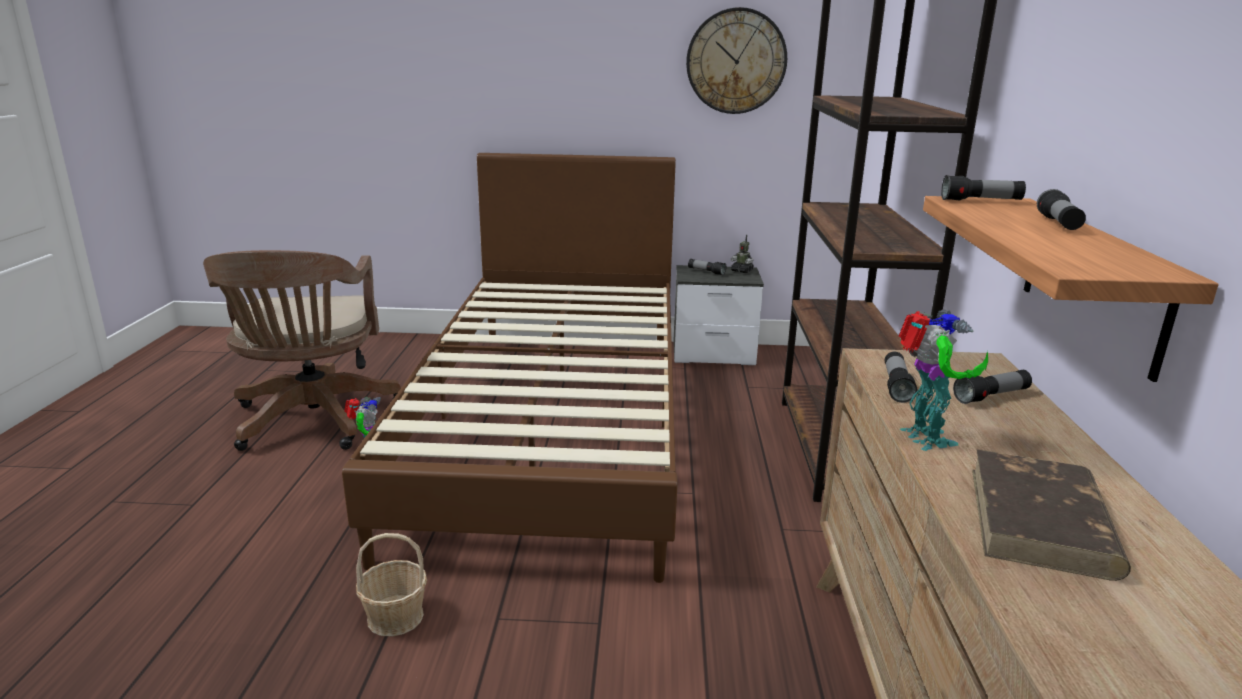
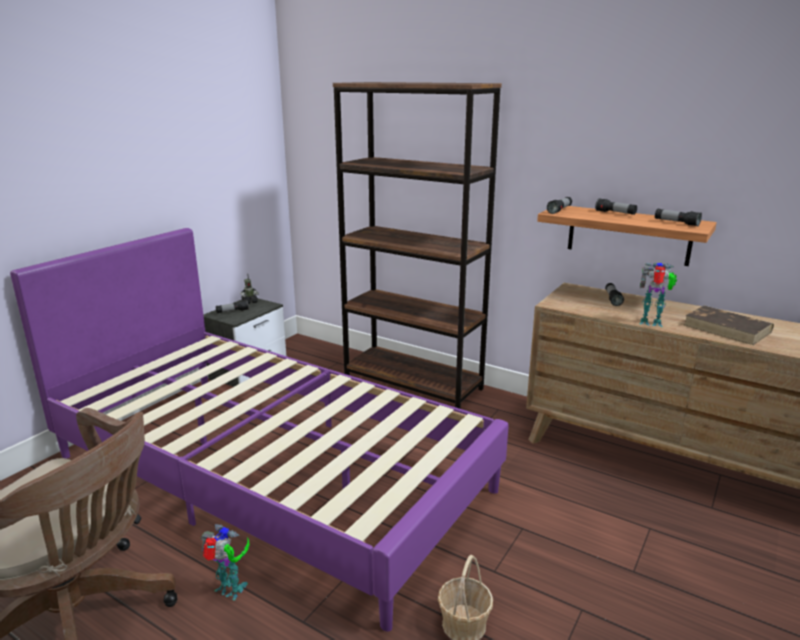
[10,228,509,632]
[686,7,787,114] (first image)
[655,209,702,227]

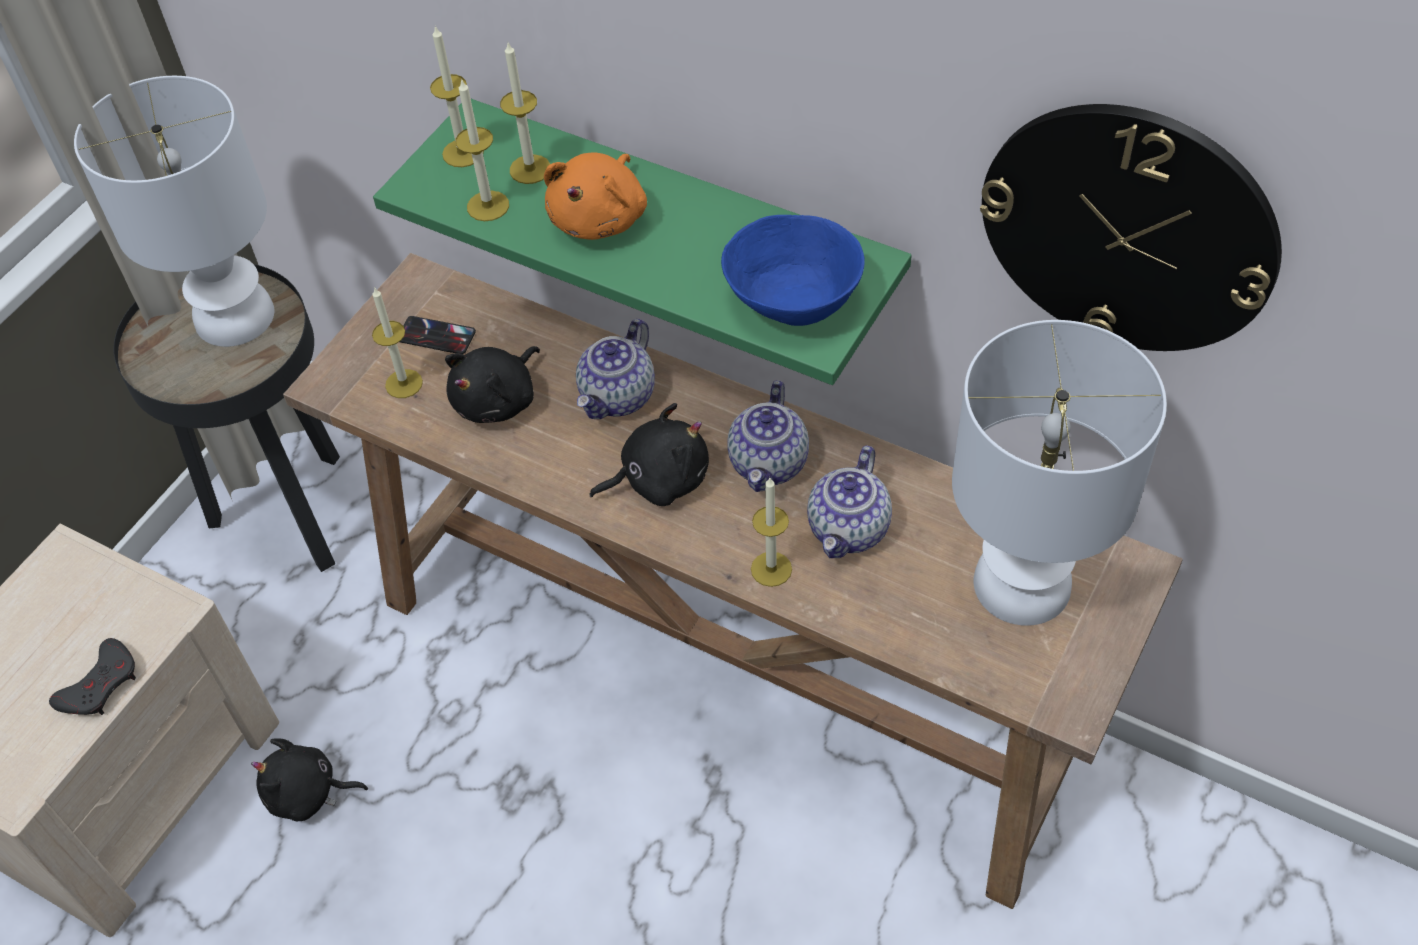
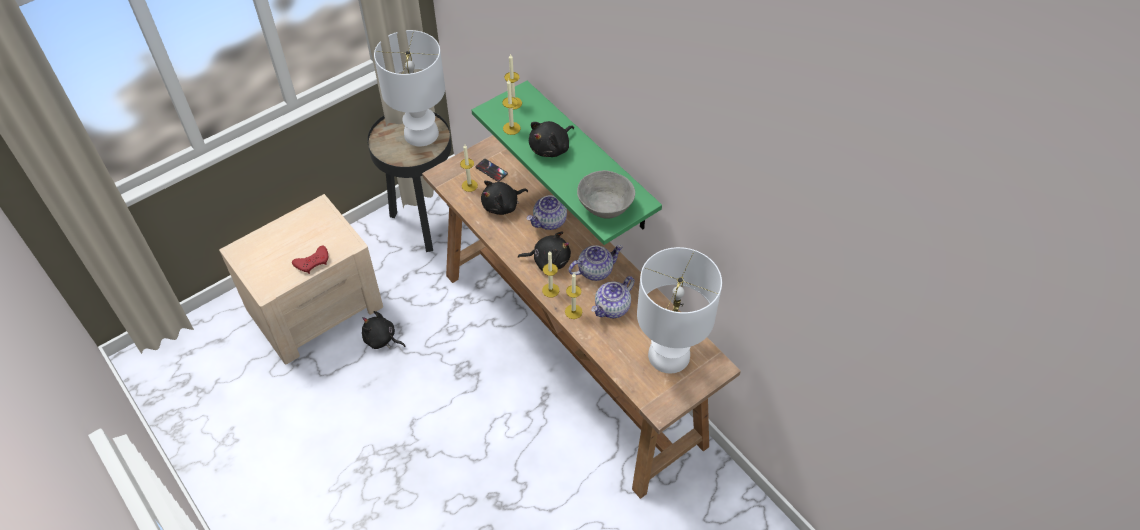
[292,246,328,274]
[542,251,559,298]
[529,121,574,157]
[577,170,635,219]
[569,245,623,281]
[980,104,1282,351] (first image)

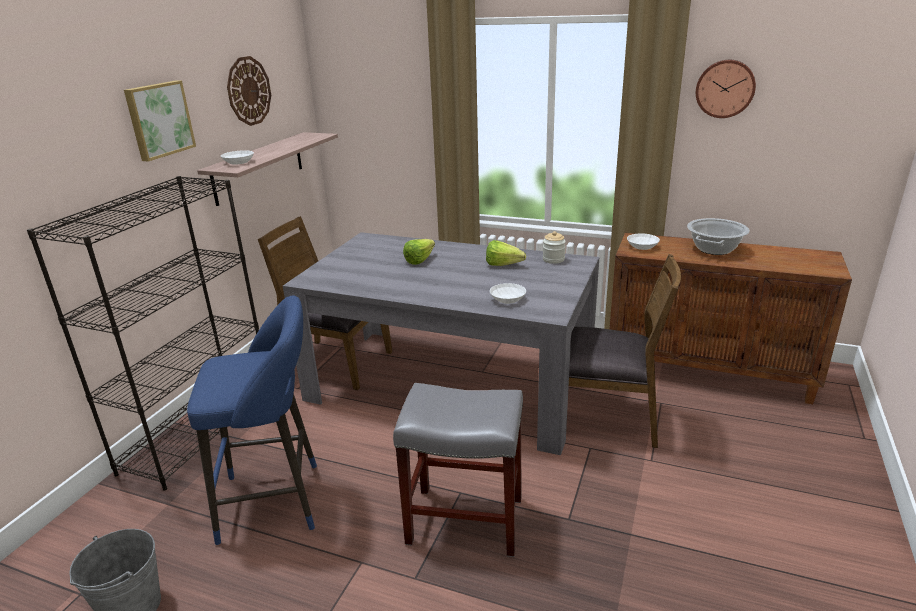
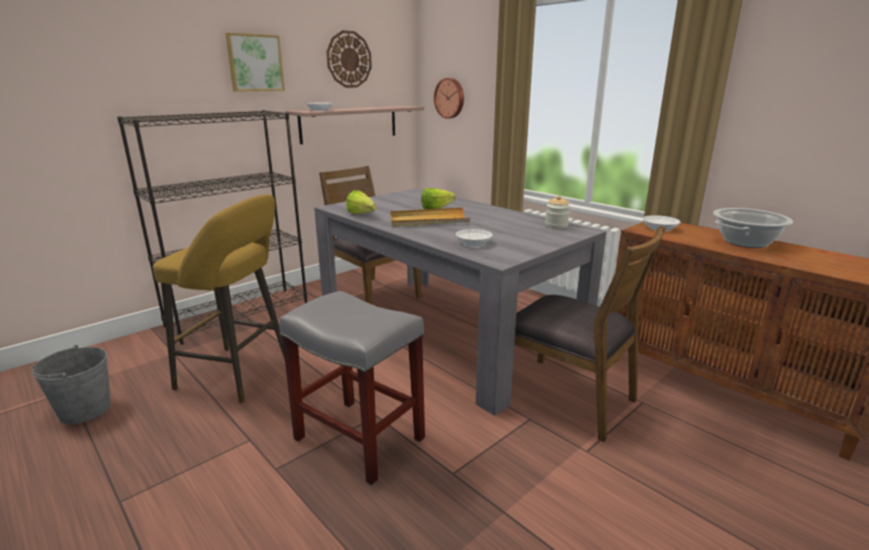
[153,194,285,403]
[346,190,376,214]
[434,78,464,119]
[390,207,470,227]

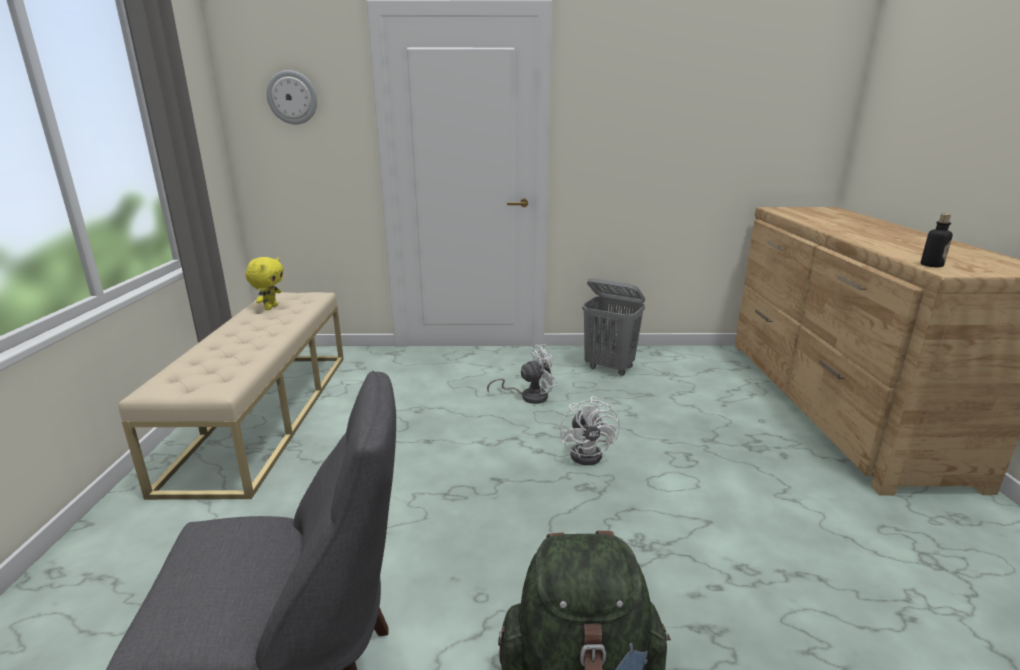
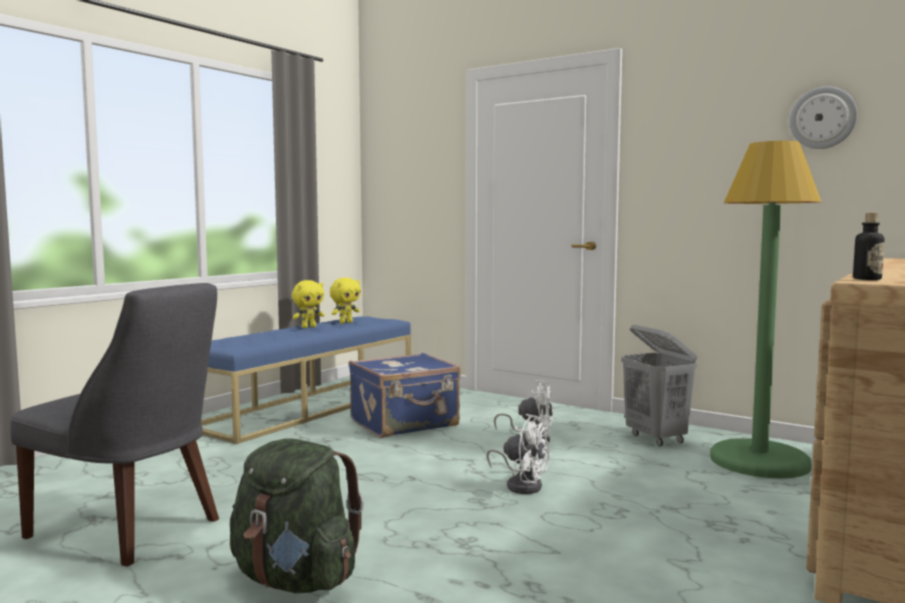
[201,317,411,444]
[789,86,857,149]
[486,414,550,494]
[292,280,324,328]
[349,353,460,438]
[710,141,821,478]

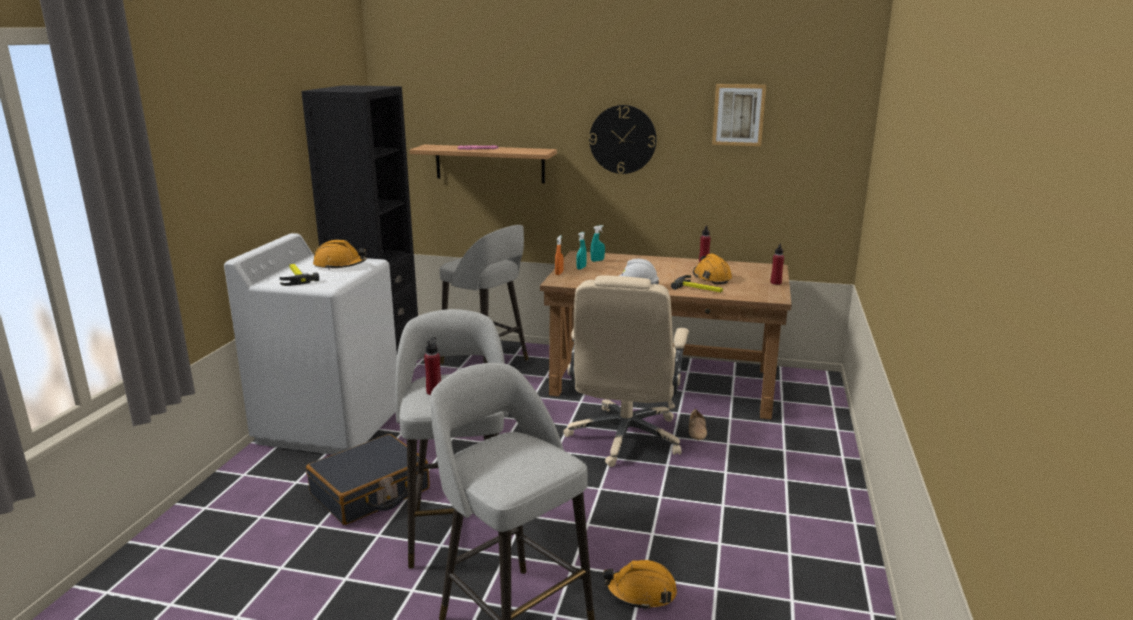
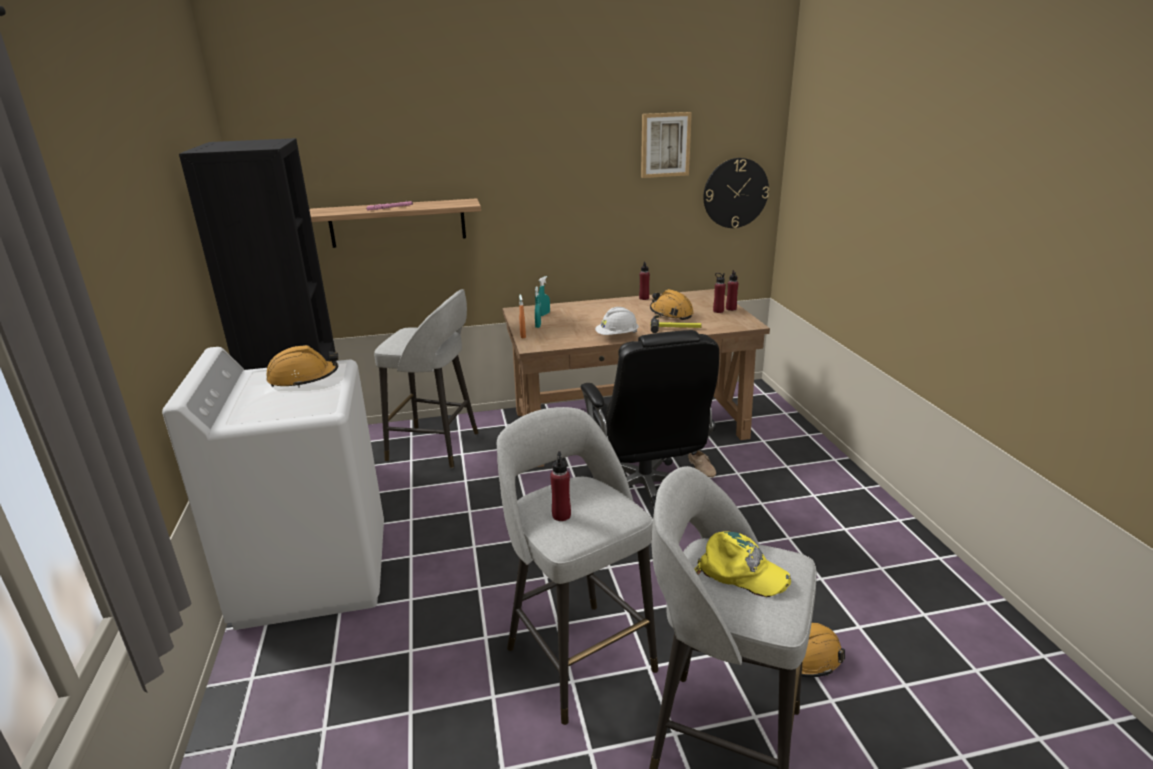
[280,264,319,286] (first image)
[306,434,430,525] (first image)
[581,330,719,508]
[703,158,769,228]
[695,531,791,597]
[713,273,726,313]

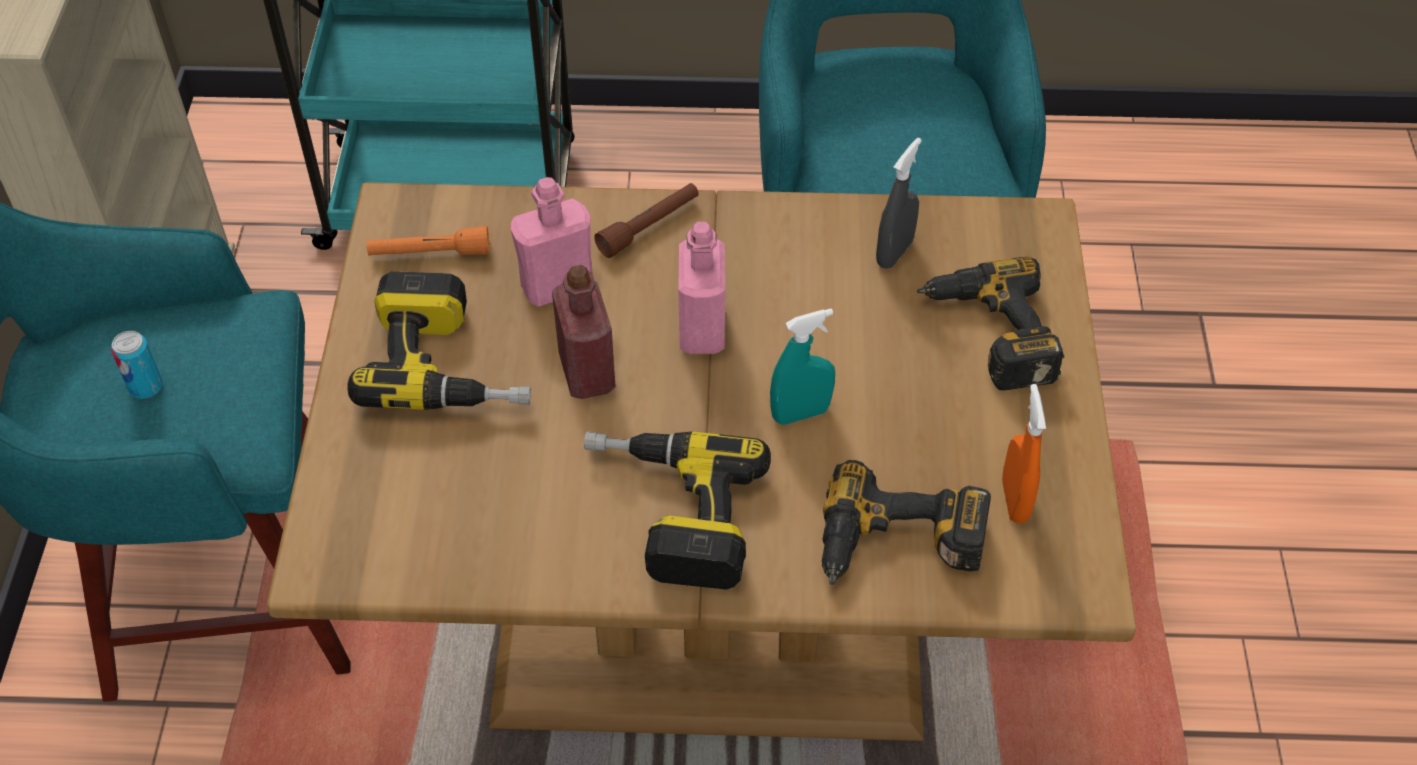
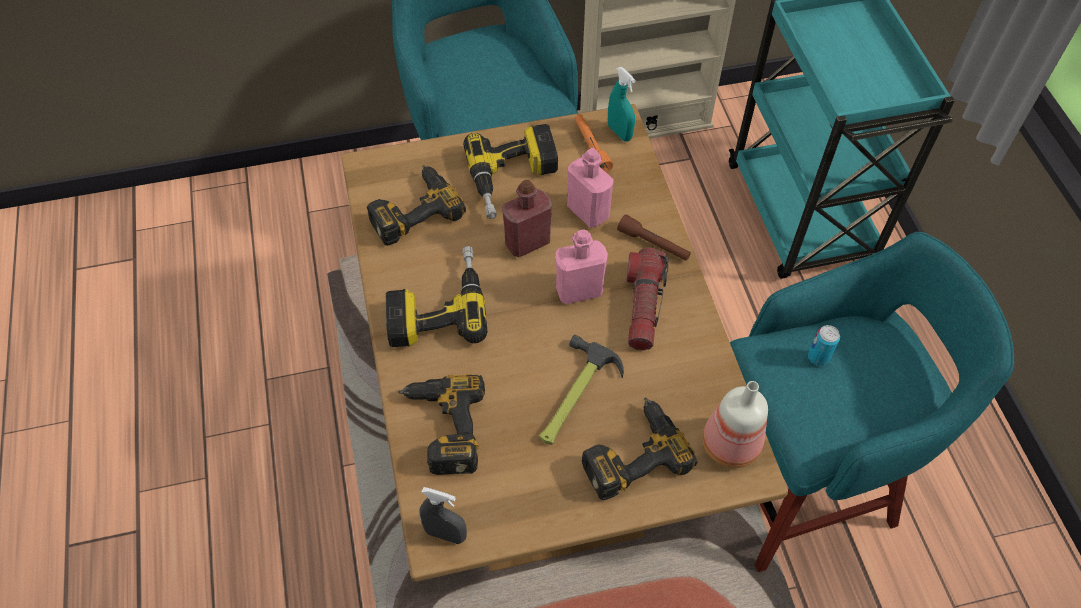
[808,325,840,366]
[608,67,636,141]
[419,487,467,544]
[1002,384,1046,524] (first image)
[367,165,466,246]
[539,335,624,445]
[626,248,669,350]
[702,381,768,468]

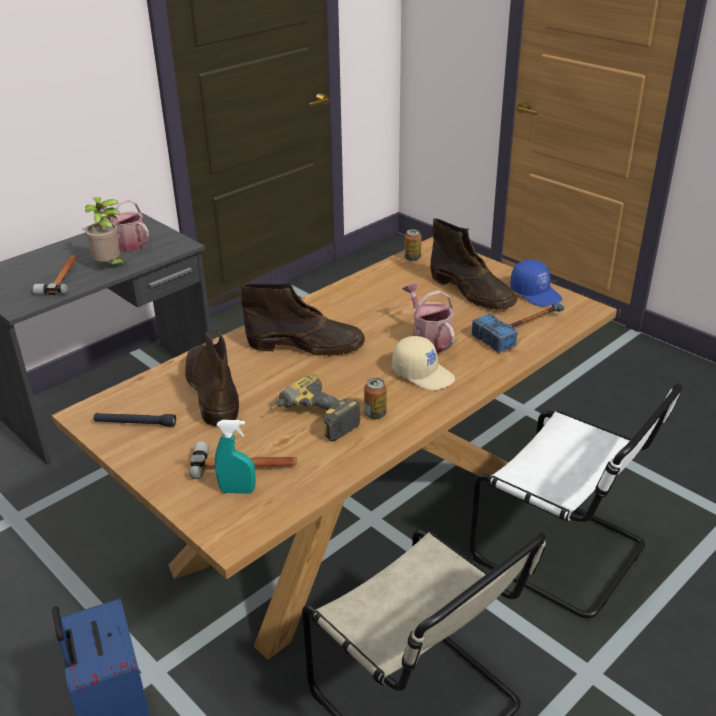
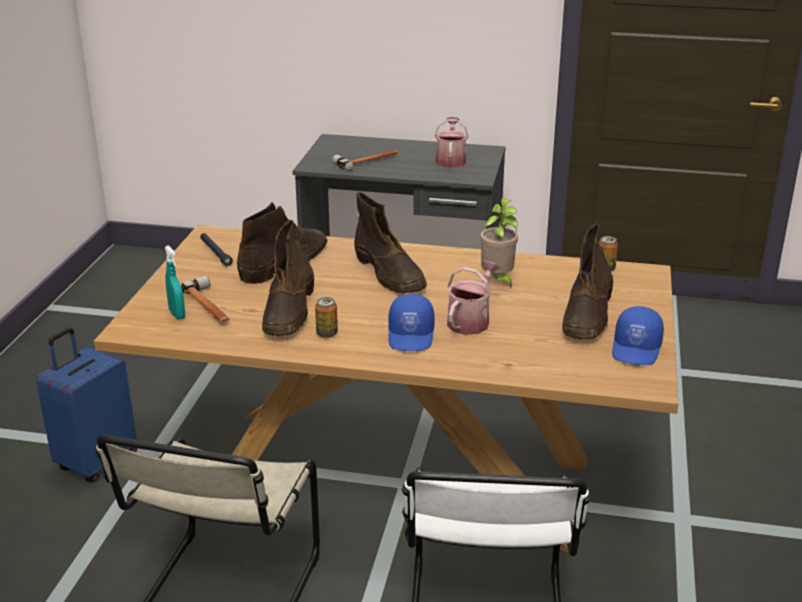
[480,198,519,287]
[262,220,314,336]
[388,294,435,351]
[472,302,564,353] (first image)

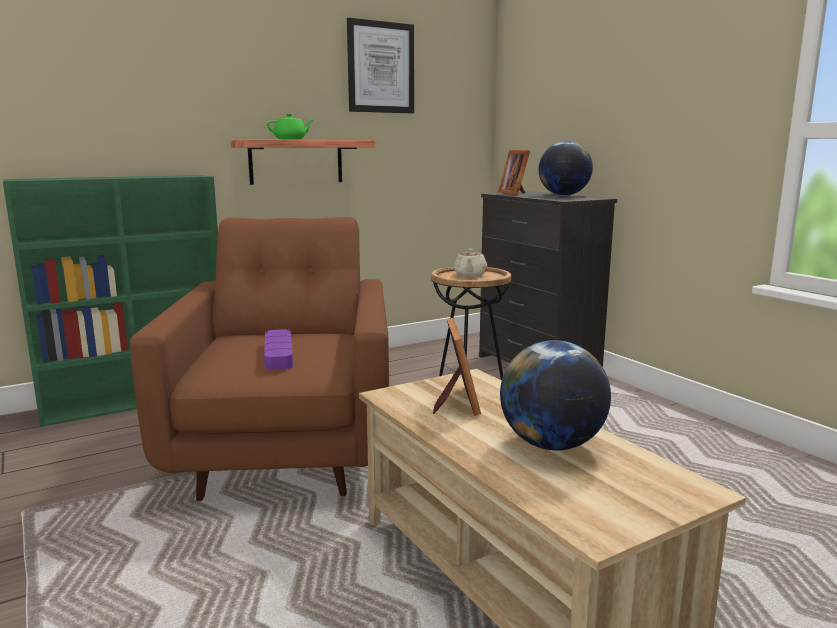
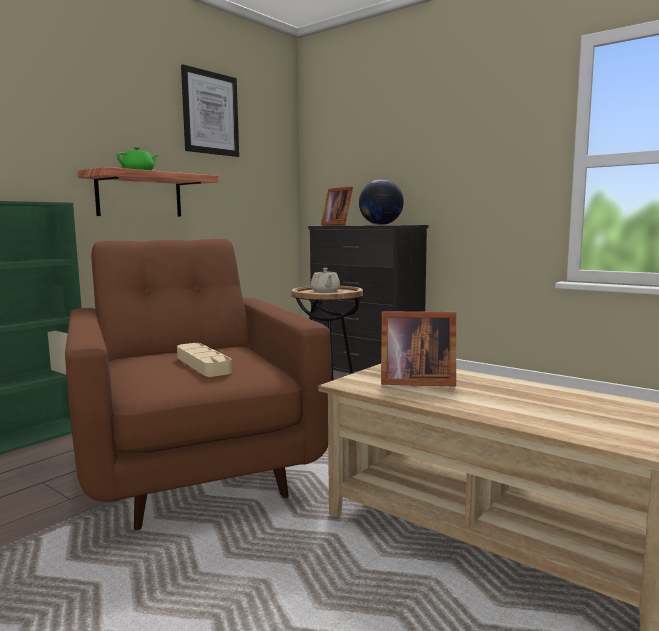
[177,343,232,377]
[381,311,456,387]
[500,340,611,450] (first image)

